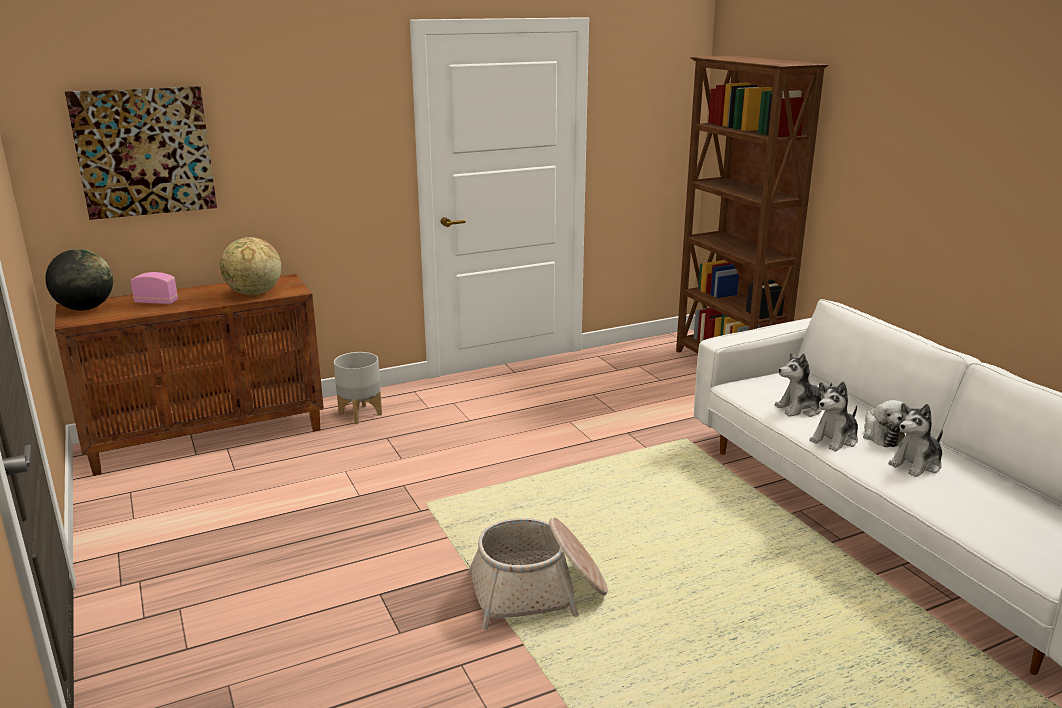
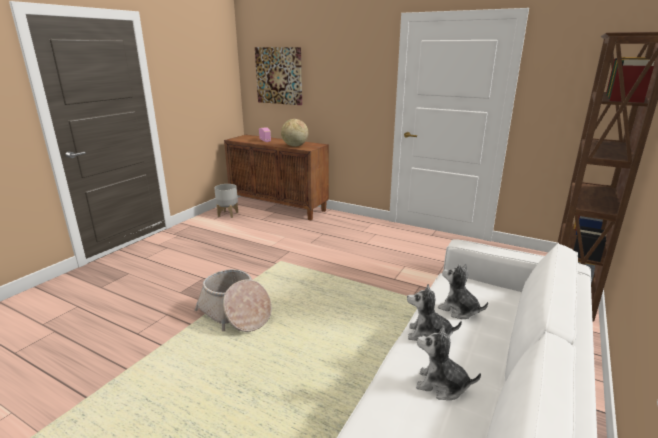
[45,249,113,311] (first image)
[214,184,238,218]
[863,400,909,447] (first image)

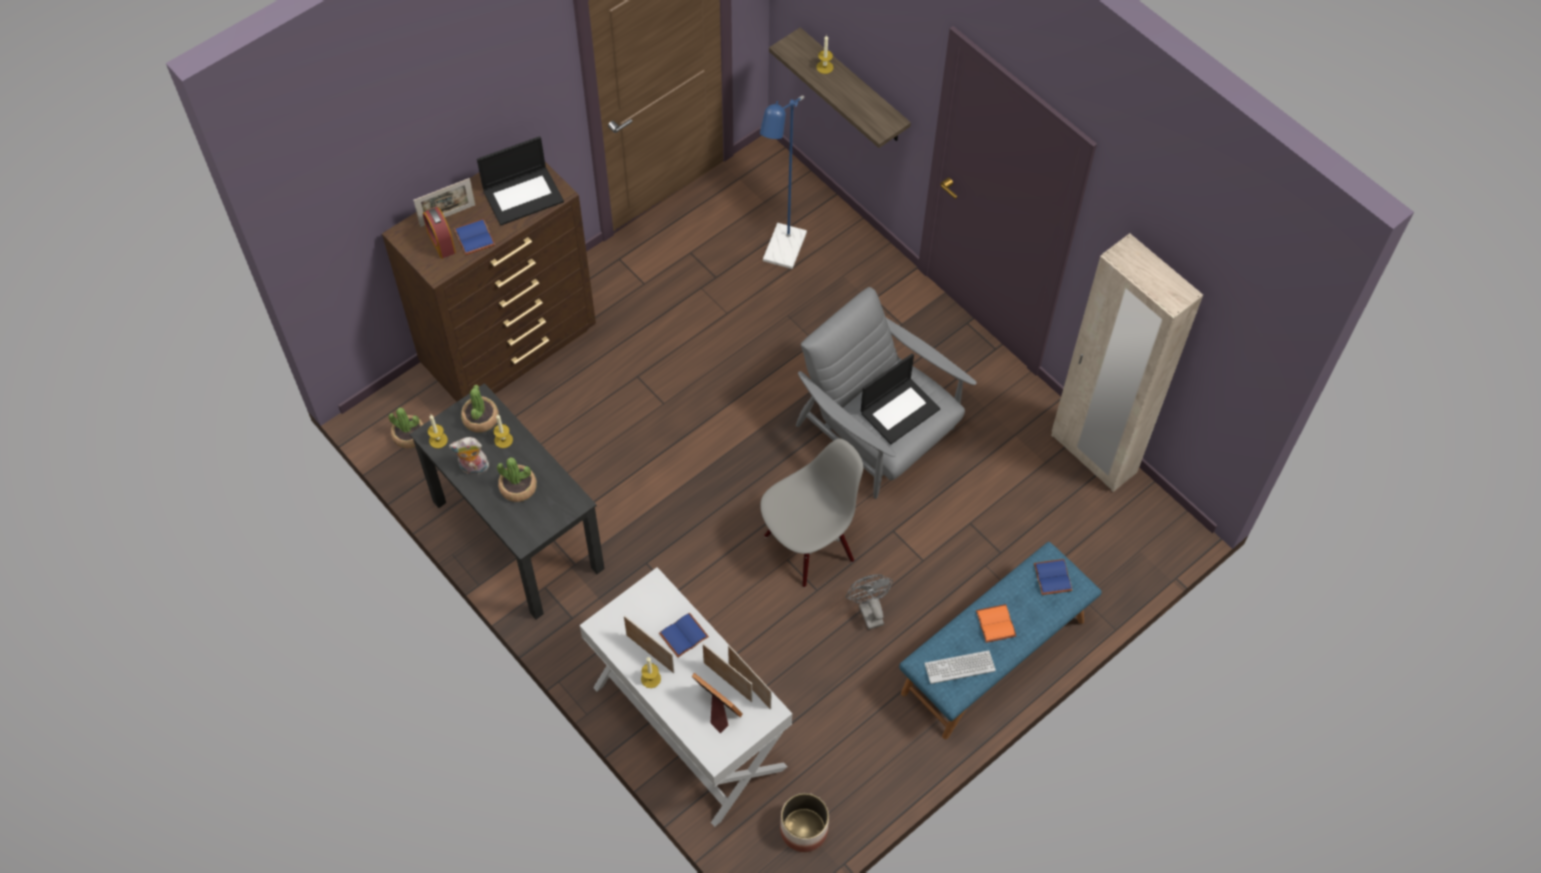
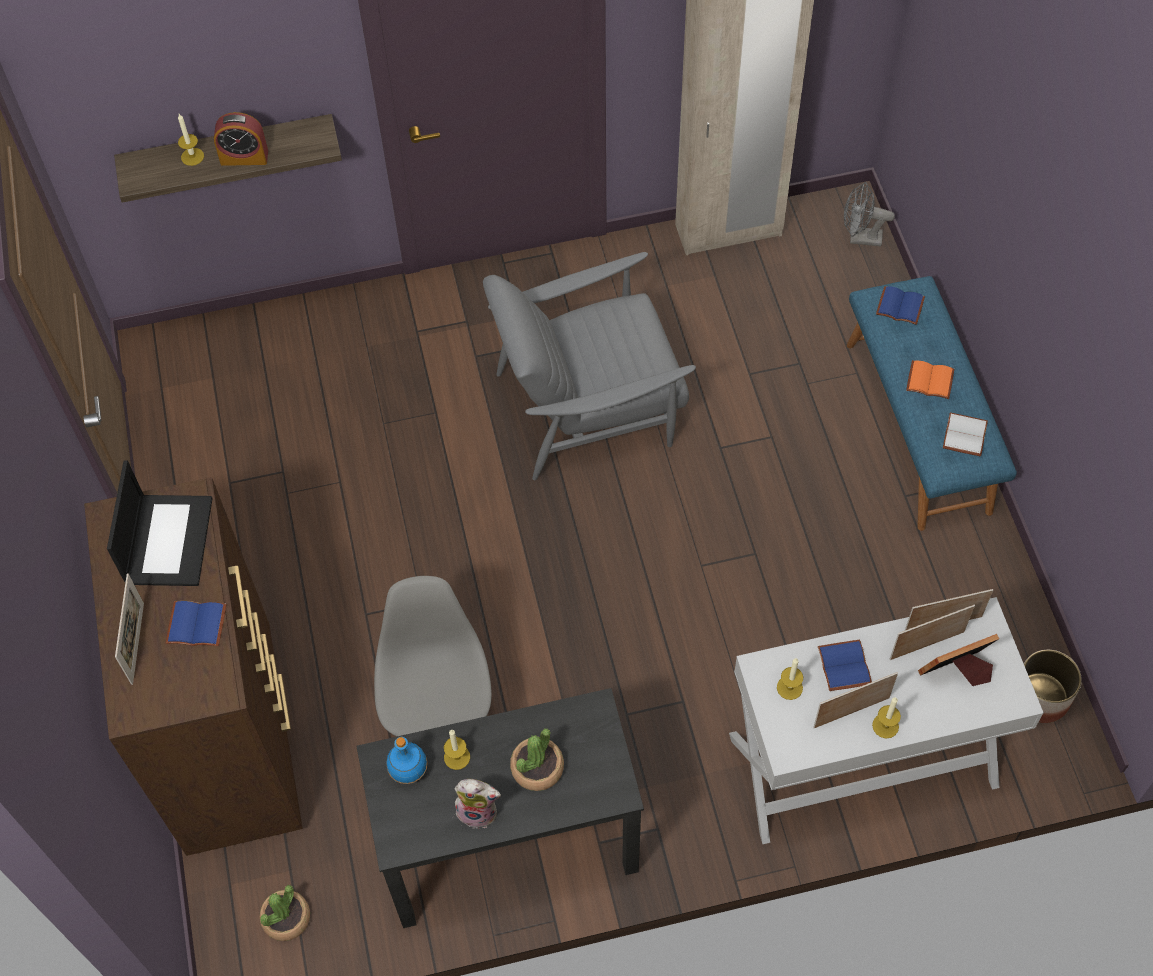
[214,112,268,166]
[777,658,803,700]
[454,779,501,828]
[386,737,428,784]
[760,96,807,269] (first image)
[374,576,492,736]
[844,182,895,247]
[861,353,940,444] (first image)
[943,412,988,457]

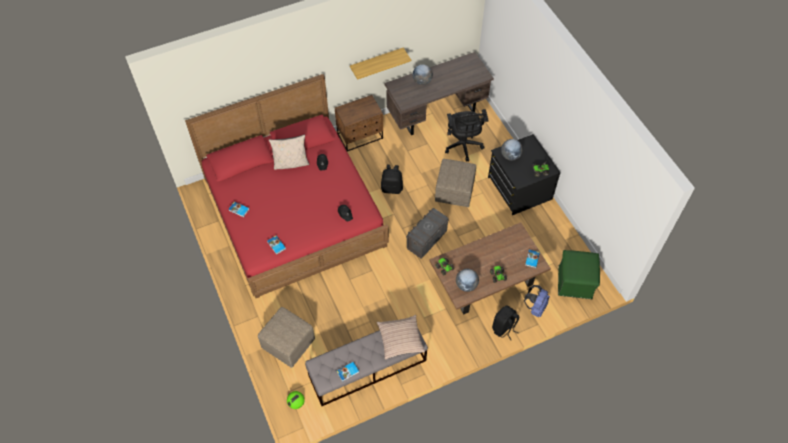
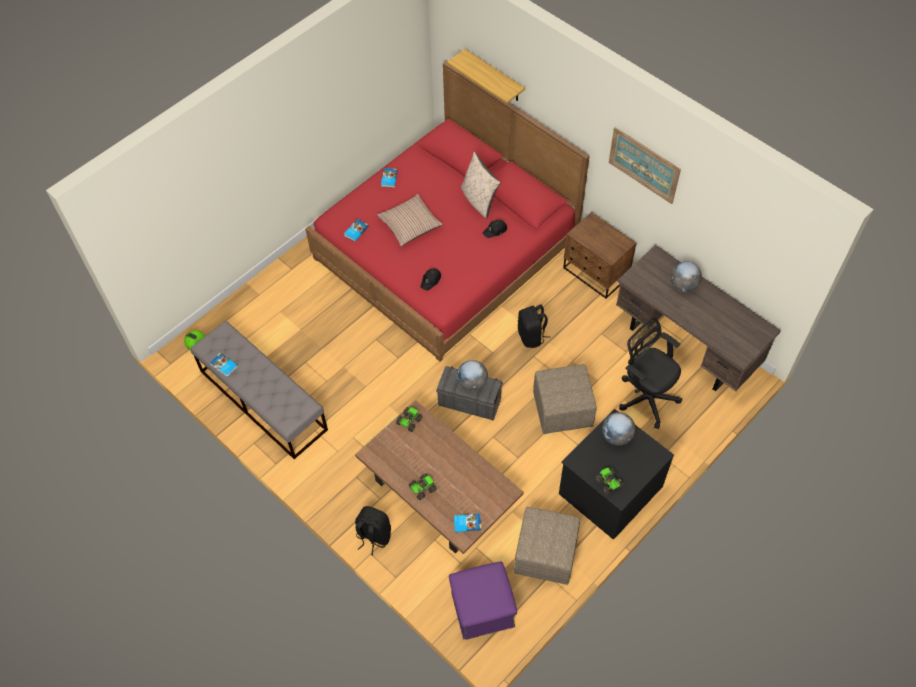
[514,507,580,585]
[447,49,525,103]
[377,194,443,246]
[619,317,682,429]
[457,360,488,391]
[524,285,550,317] (first image)
[449,561,517,640]
[609,127,681,204]

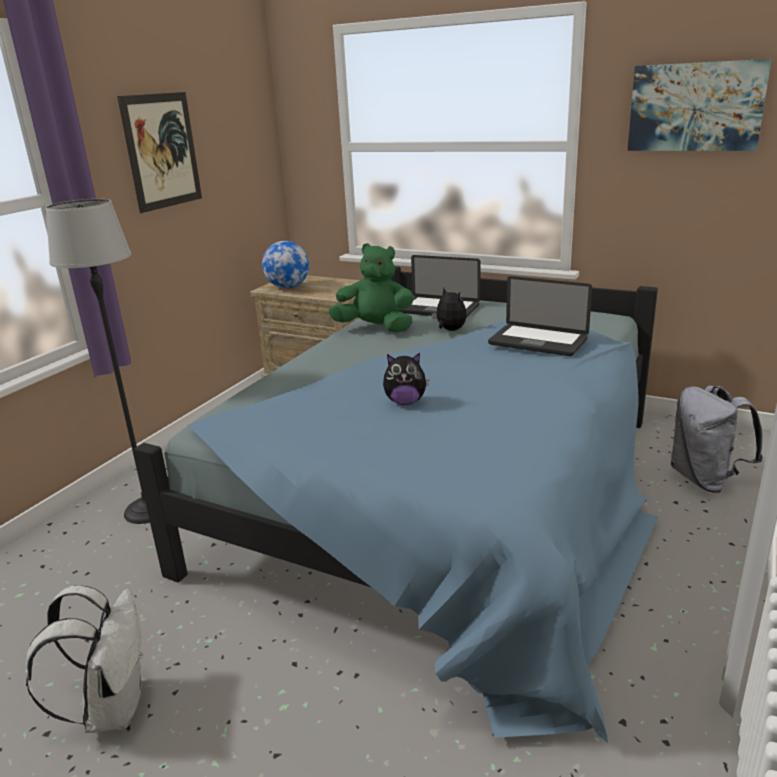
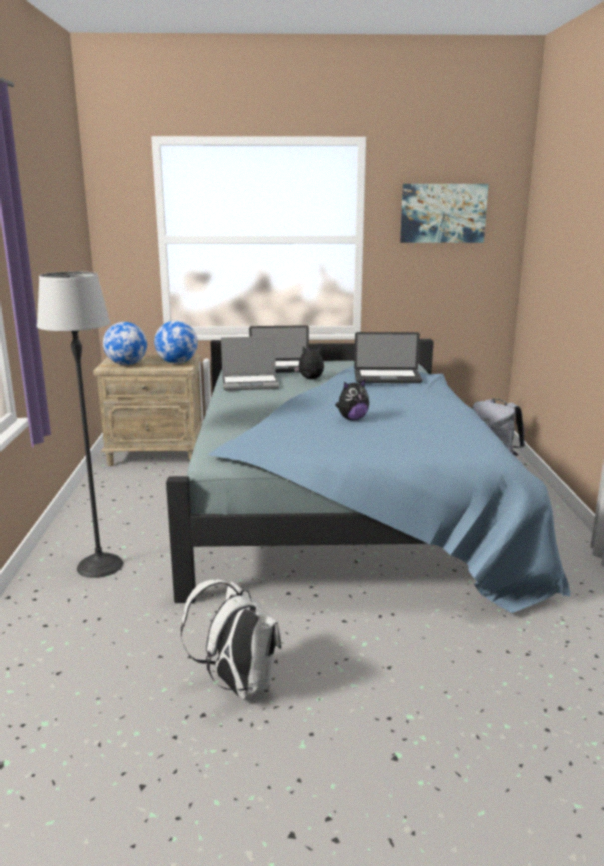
[117,92,202,213] (first image)
[221,336,280,391]
[154,321,198,364]

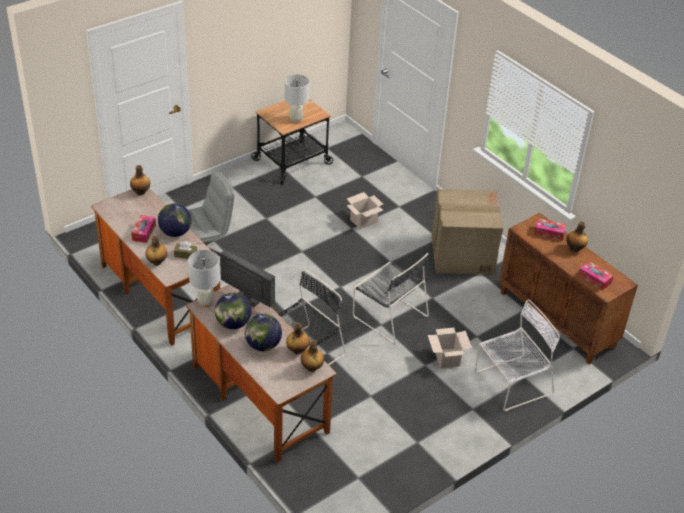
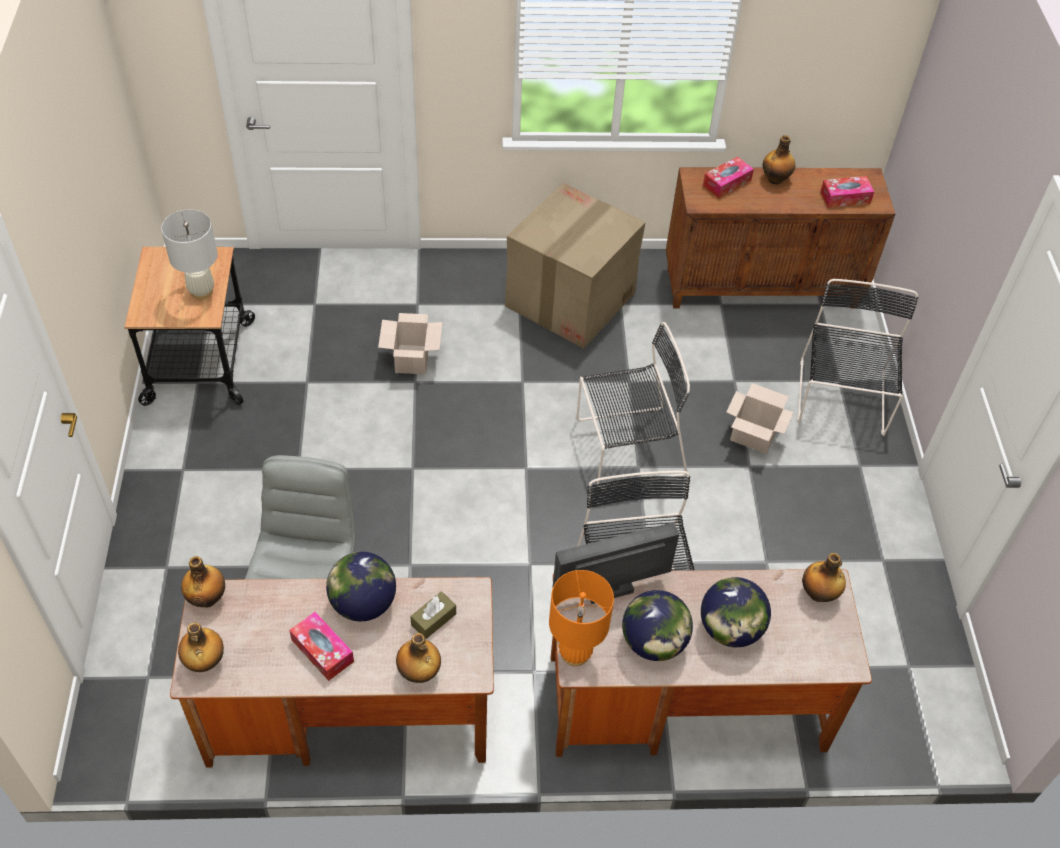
[549,570,614,666]
[178,622,224,672]
[797,279,918,436]

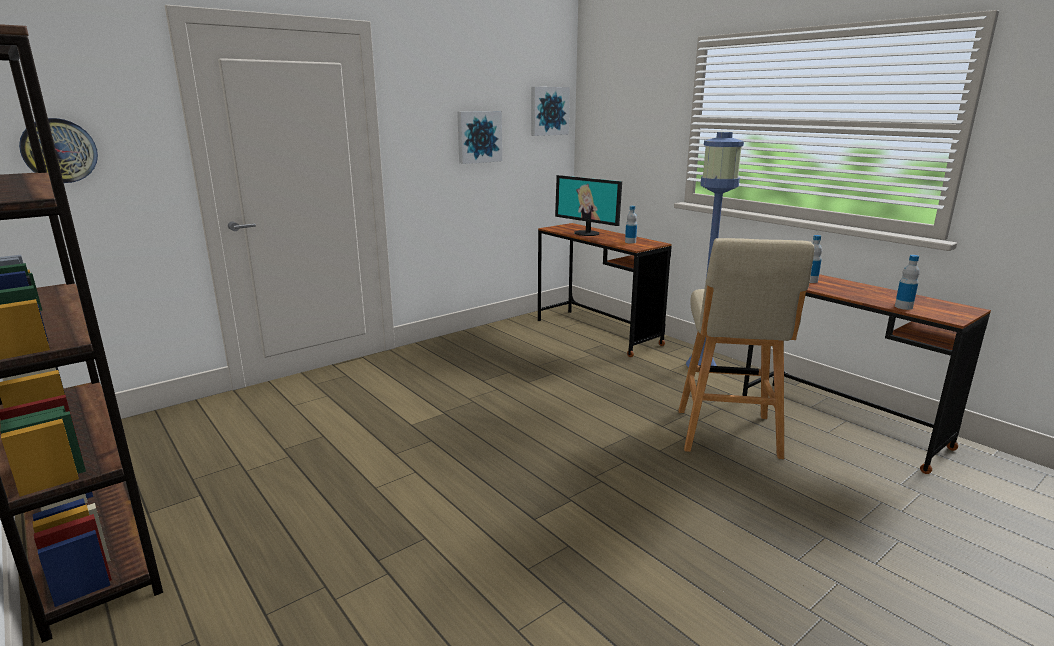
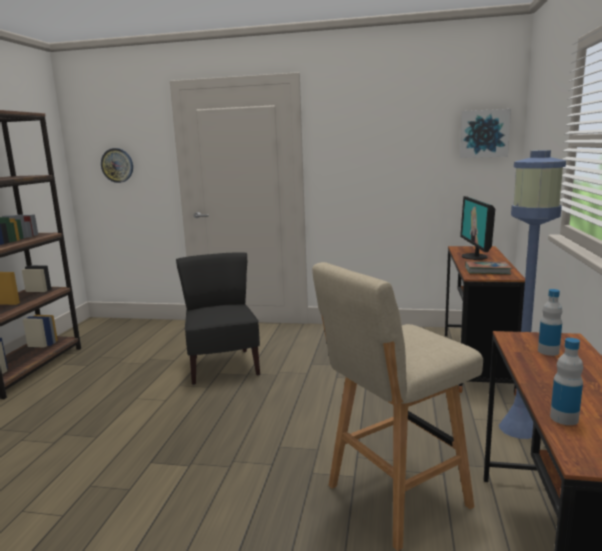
[457,111,502,164] (first image)
[465,261,512,274]
[176,252,260,385]

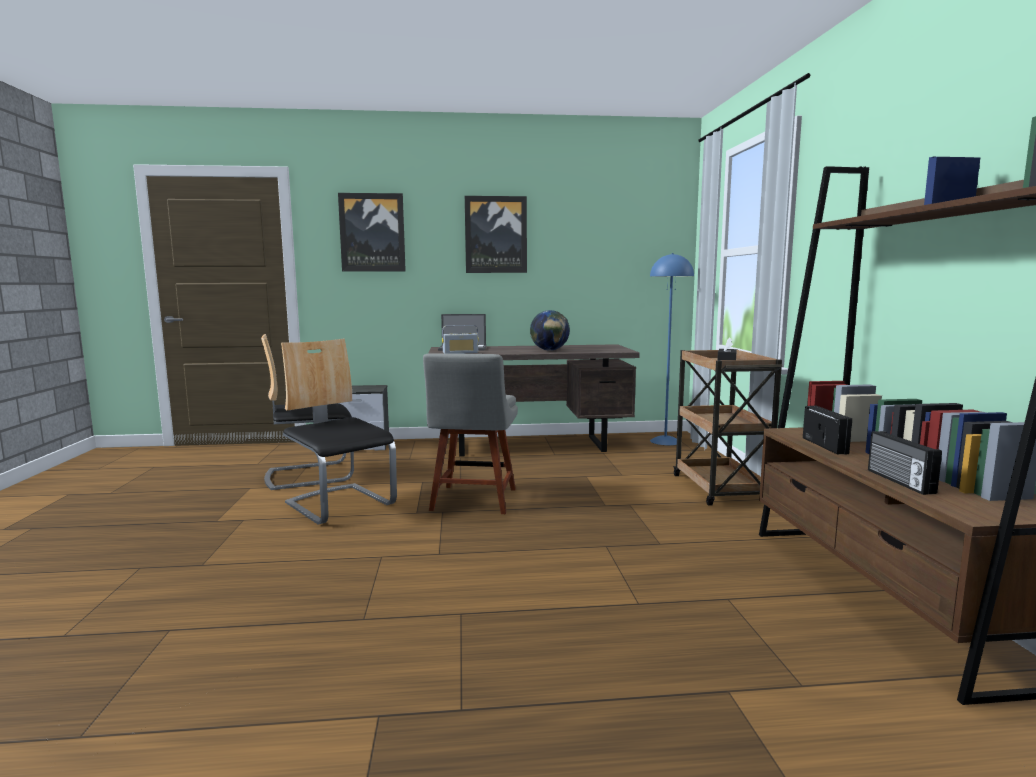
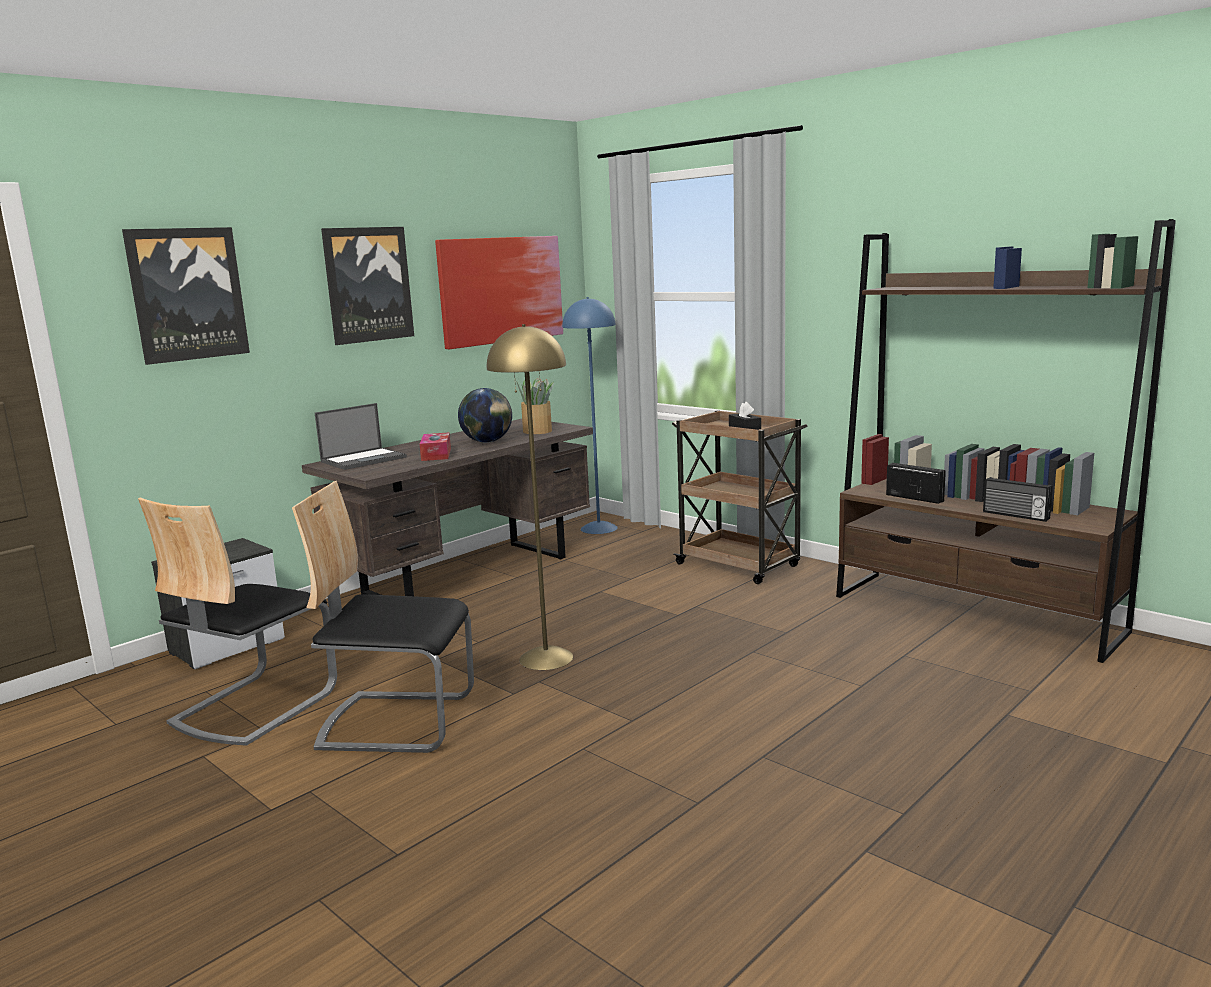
[487,324,573,670]
[442,325,479,354] (first image)
[420,432,451,461]
[435,236,563,349]
[516,378,554,434]

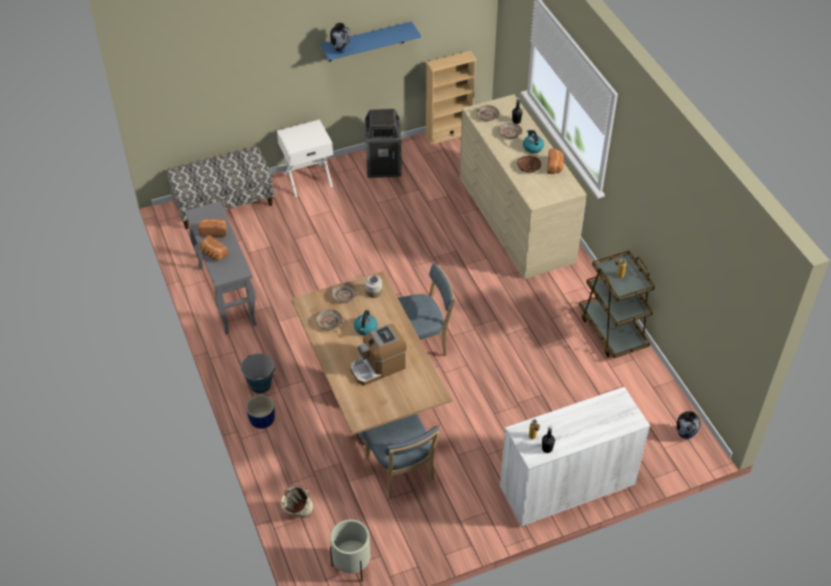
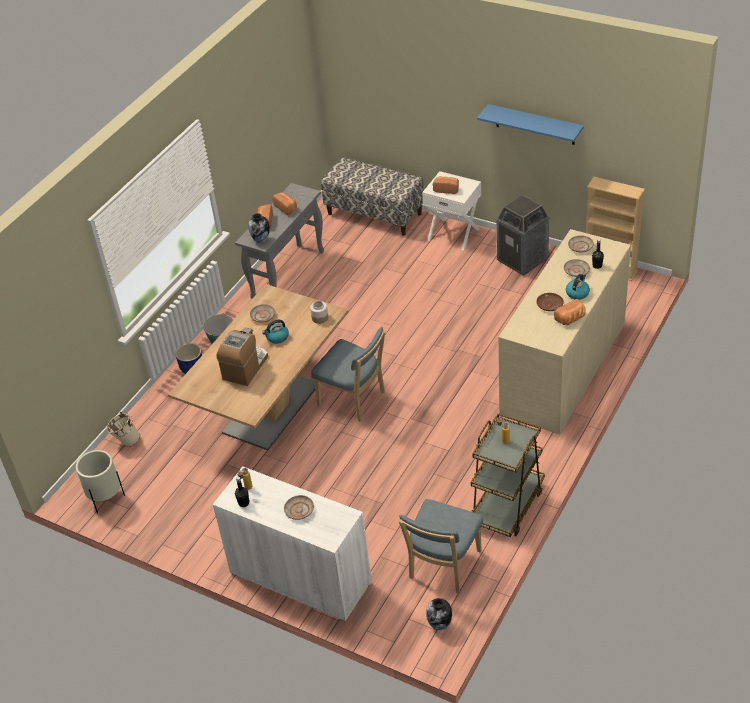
[248,213,270,243]
[284,495,314,520]
[216,328,268,386]
[399,499,483,594]
[433,176,459,194]

